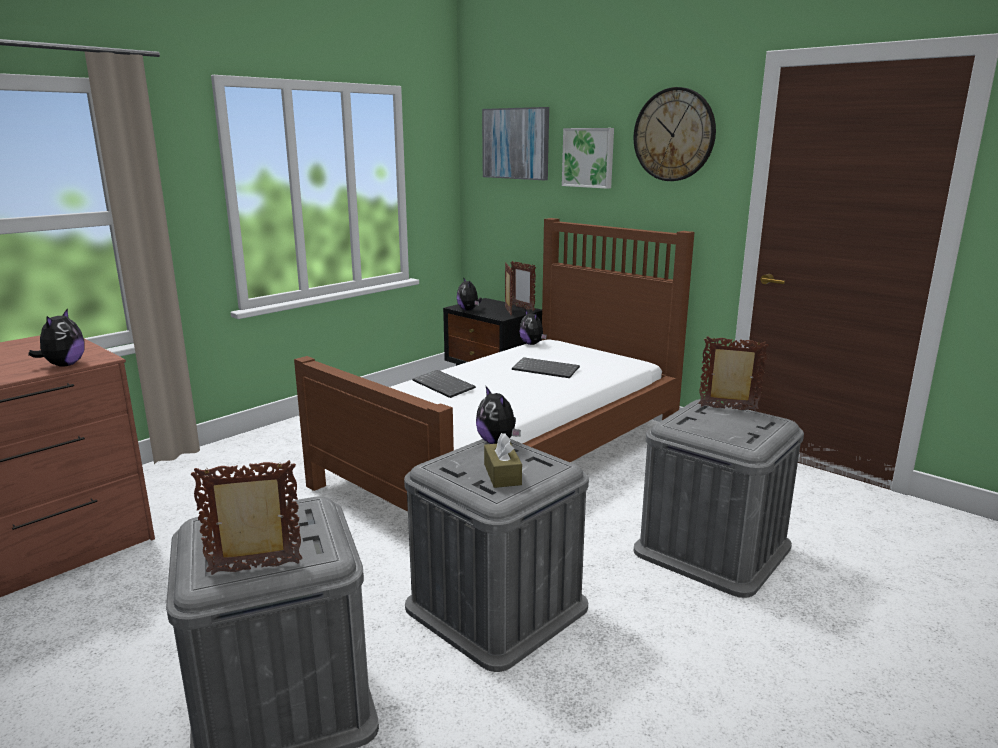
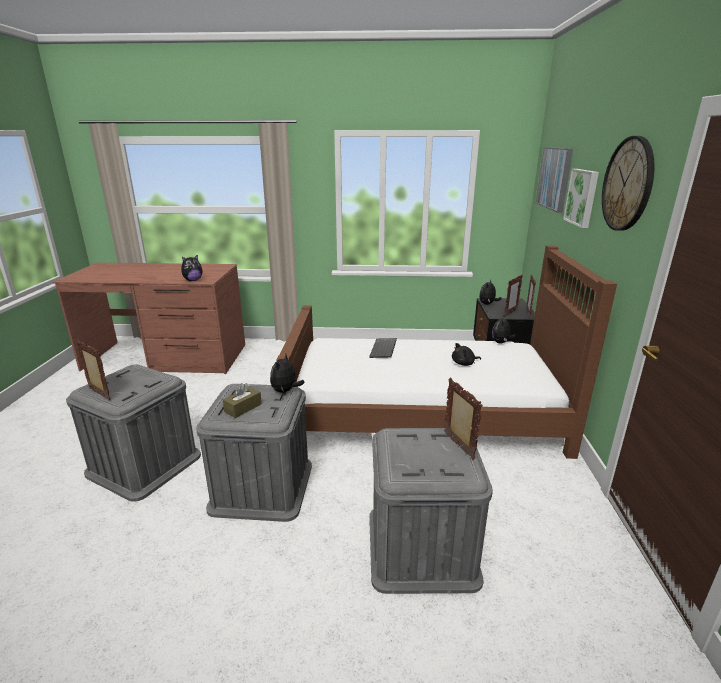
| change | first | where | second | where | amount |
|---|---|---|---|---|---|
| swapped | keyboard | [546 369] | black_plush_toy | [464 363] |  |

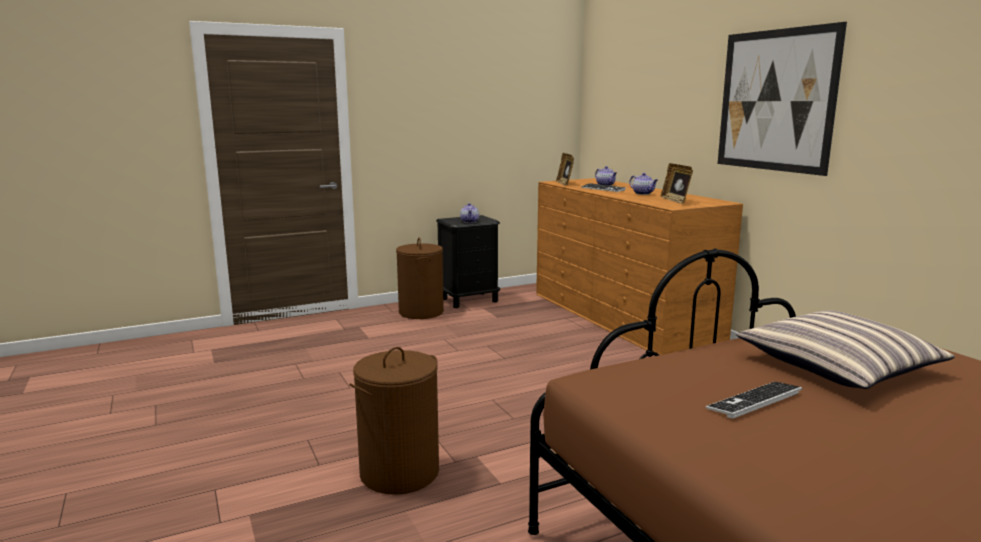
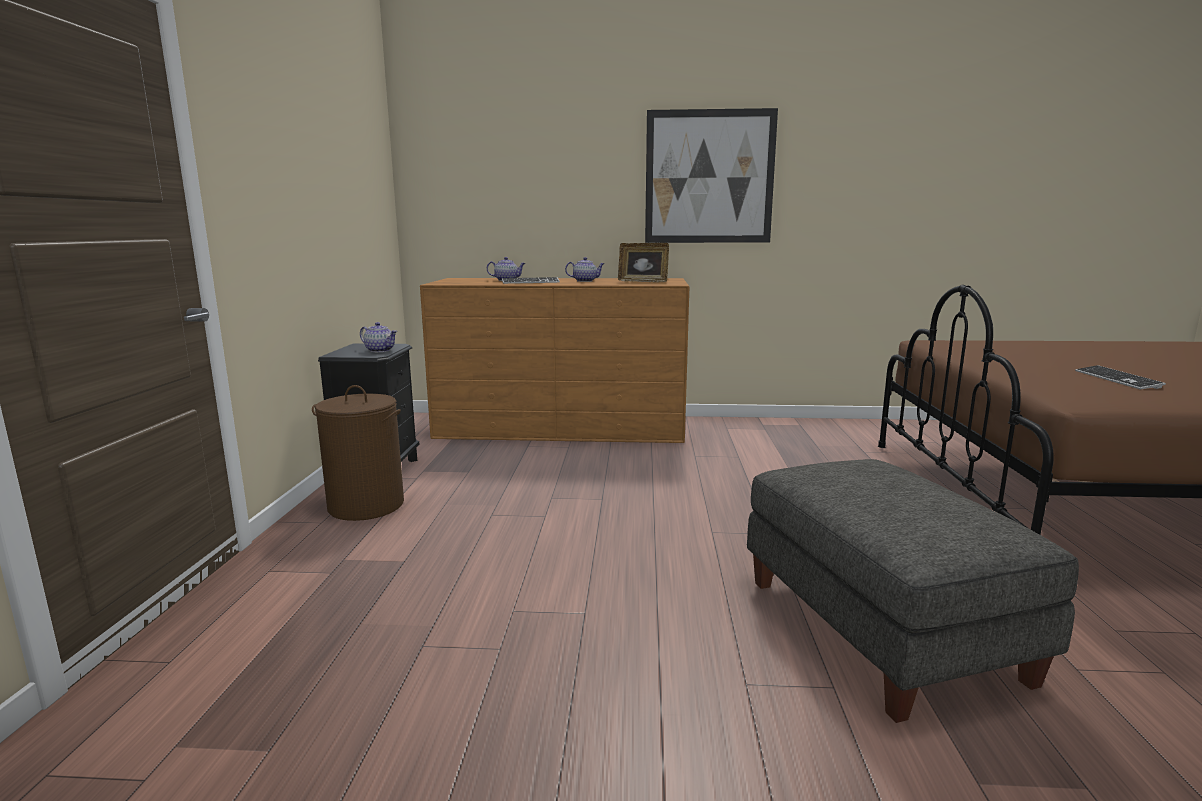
| change | first | where | second | where | amount |
|---|---|---|---|---|---|
| swapped | brown_laundry_basket | [400 472] | grey_ottoman | [877 628] |  |
| gone | picture_frame | [564 184] |  |  |  |
| gone | pillow | [837 366] |  |  |  |

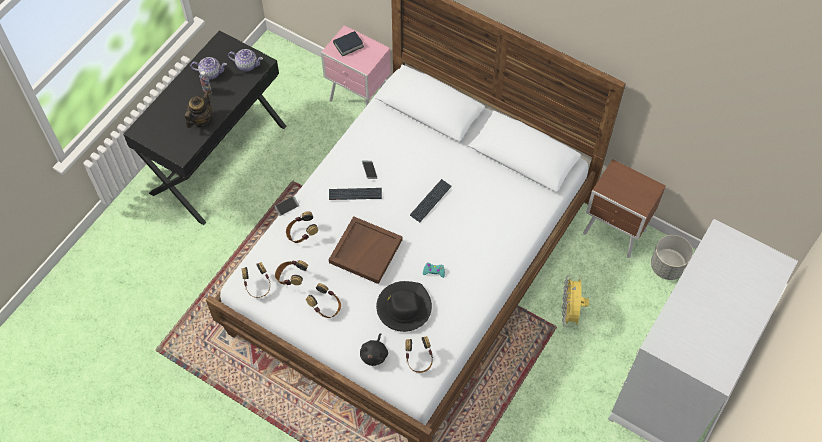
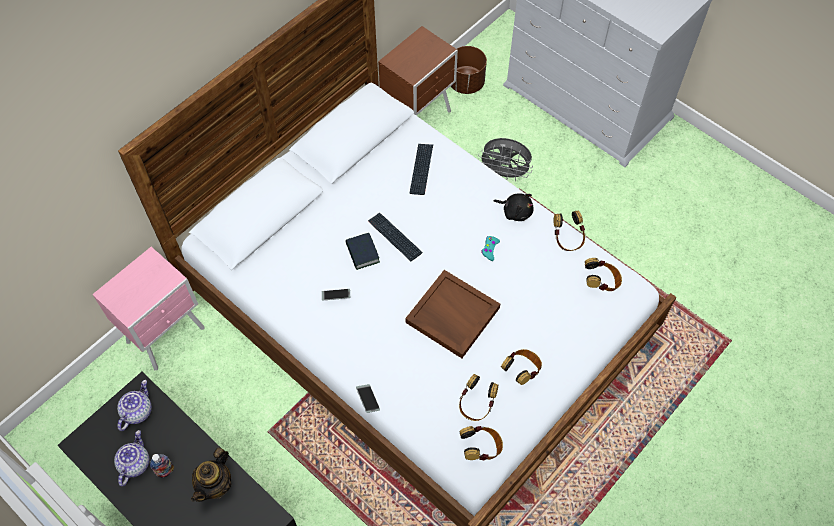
| change | first | where | second | where | amount |
|---|---|---|---|---|---|
| rotated | teapot | [200 120] |  | [216 485] | 105 degrees counterclockwise |
| shifted | book | [348 45] |  | [362 253] |  |
| shifted | keyboard | [355 194] |  | [421 169] |  |
| repainted | grey_planter | [667 267] | brown_planter | [466 83] |  |
| repainted | yellow_fan | [570 312] | grey_fan | [504 174] |  |
| shifted | black_plush_toy | [374 354] |  | [515 211] |  |
| shifted | headphones | [301 234] |  | [568 239] |  |
| gone | black_hat | [404 307] |  |  |  |

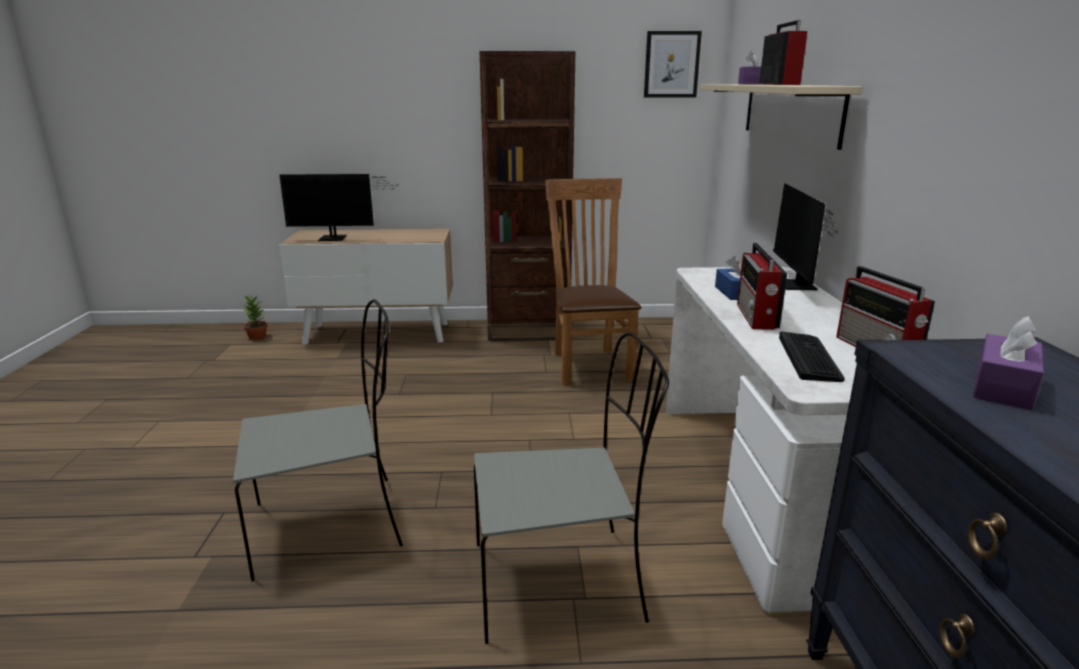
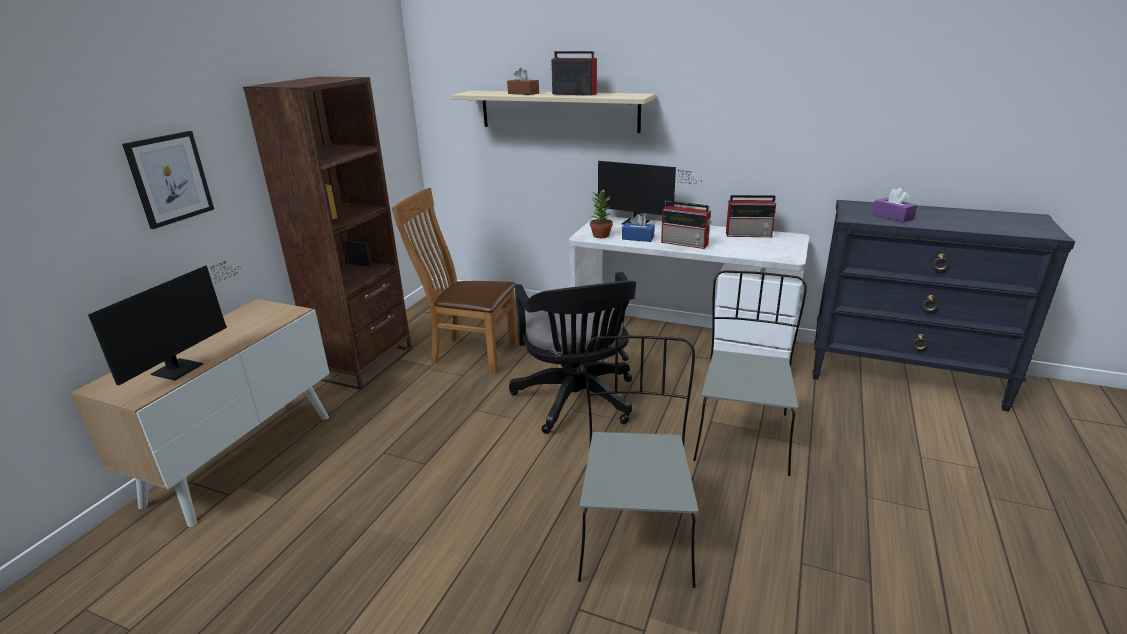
| change | first | where | second | where | amount |
|---|---|---|---|---|---|
| shifted | picture | [671 64] |  | [170 179] |  |
| repainted | purple_tissue_box | [750 84] | brown_tissue_box | [523 93] |  |
| new |  |  | black_office_chair | [577 402] |  |
| shifted | potted_plant | [257 336] |  | [600 235] |  |
| gone | keyboard | [809 357] |  |  |  |

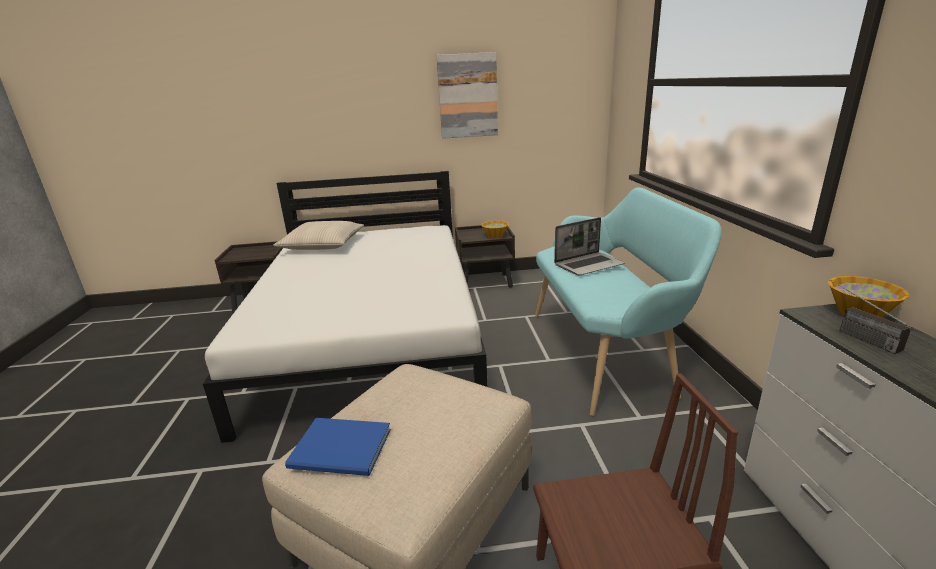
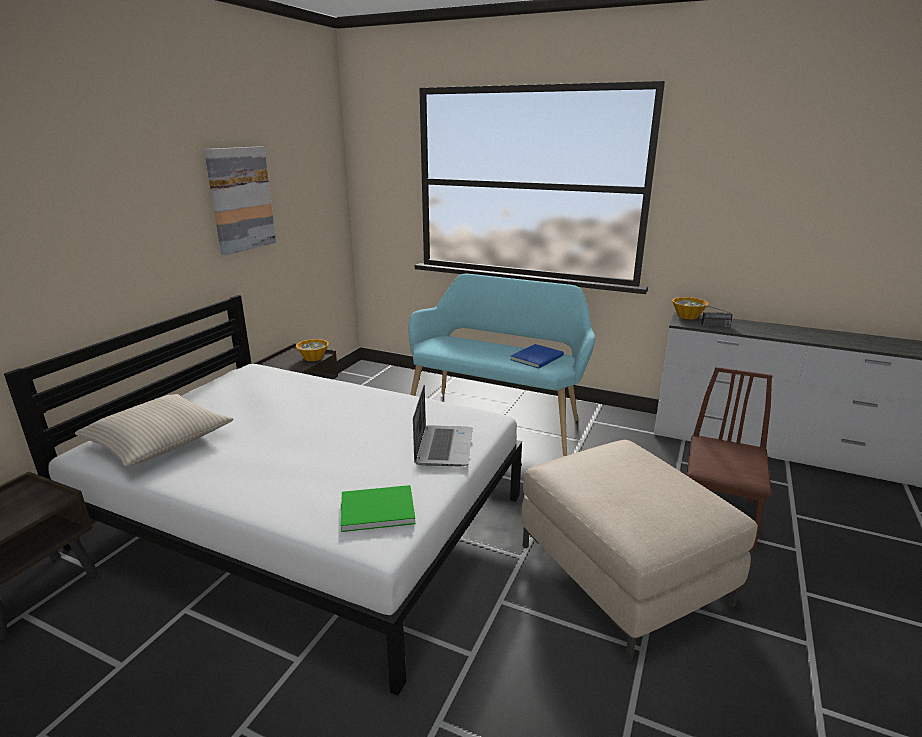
| change | first | where | second | where | amount |
|---|---|---|---|---|---|
| new |  |  | green_book | [375 509] |  |
| shifted | laptop | [589 265] |  | [443 446] |  |
| shifted | blue_book | [342 450] |  | [538 357] |  |

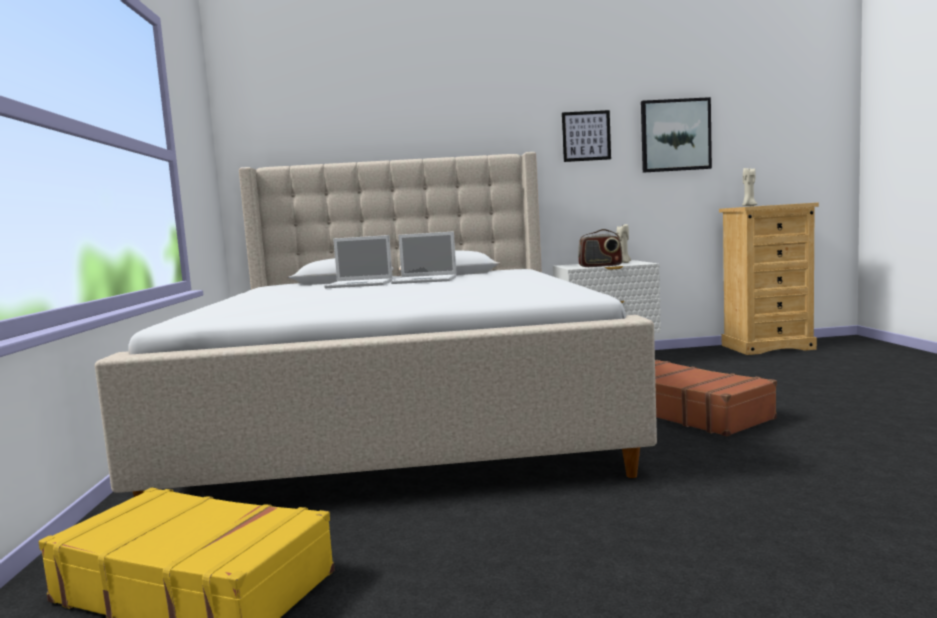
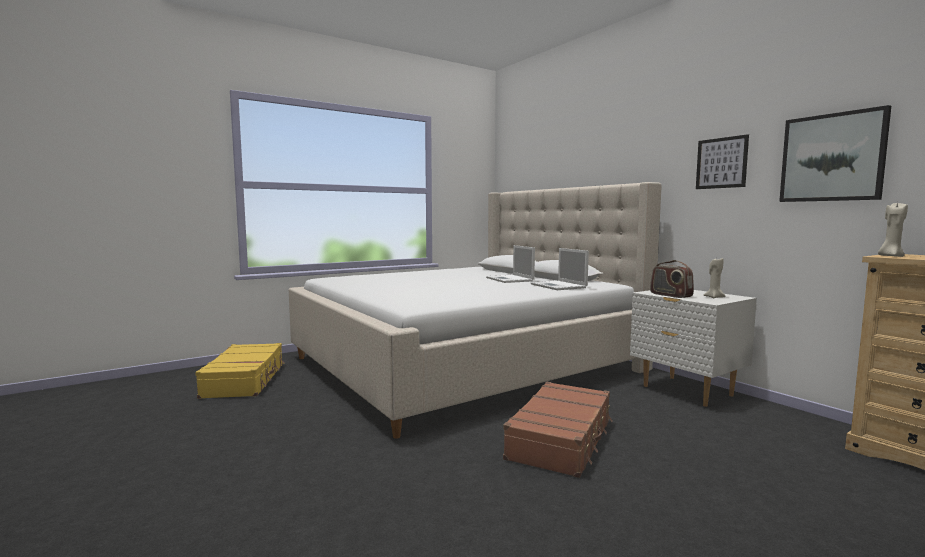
| change | first | where | second | where | amount |
|---|---|---|---|---|---|
| shifted | laptop | [361 284] |  | [559 286] |  |

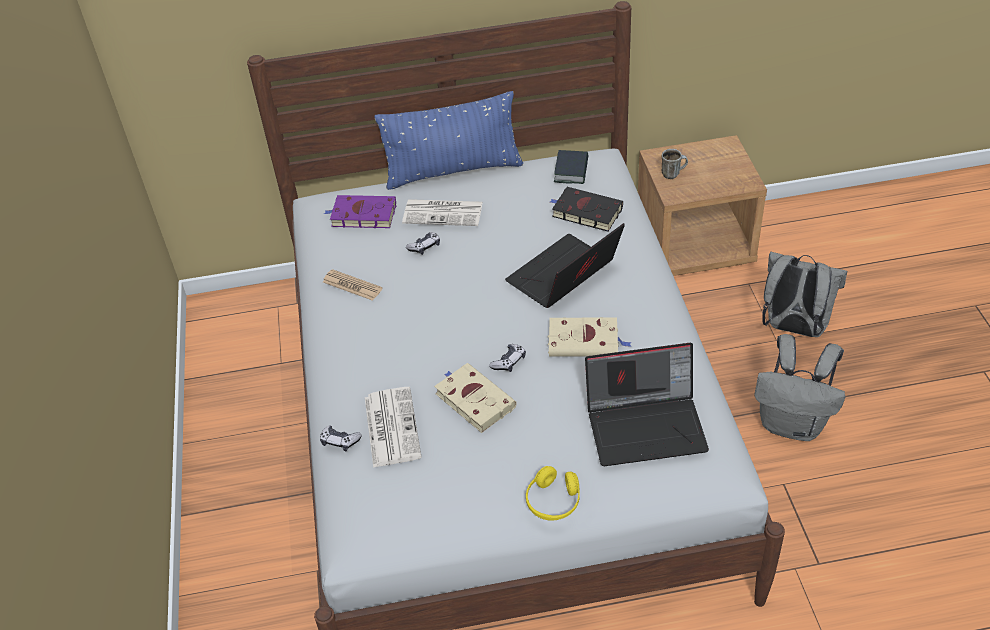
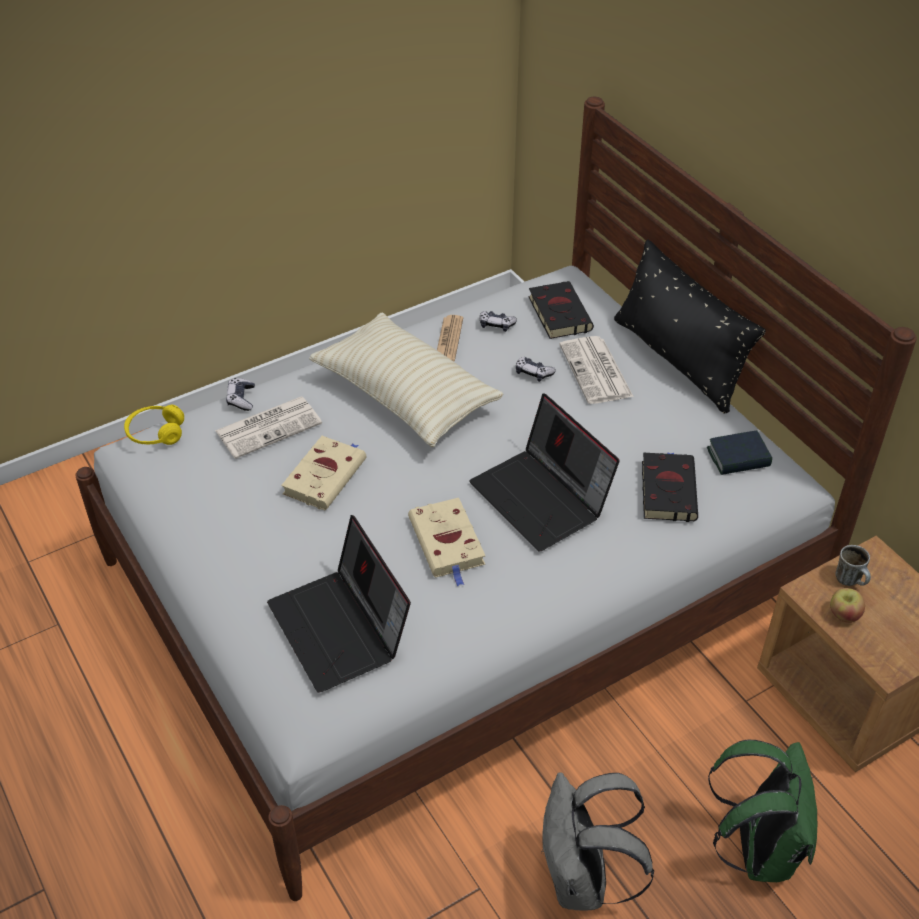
| change | first | where | second | where | amount |
|---|---|---|---|---|---|
| shifted | yellow_headphones | [553 501] |  | [155 433] |  |
| new |  |  | beige_pillow | [405 396] |  |
| rotated | laptop | [564 277] |  | [542 498] | 150 degrees counterclockwise |
| shifted | game_controller | [509 362] |  | [496 325] |  |
| repainted | purple_book | [362 215] | black_book | [558 312] |  |
| repainted | blue_pillow | [453 171] | black_pillow | [678 360] |  |
| repainted | grey_backpack | [793 328] | green_backpack | [758 848] |  |
| new |  |  | apple | [843 615] |  |

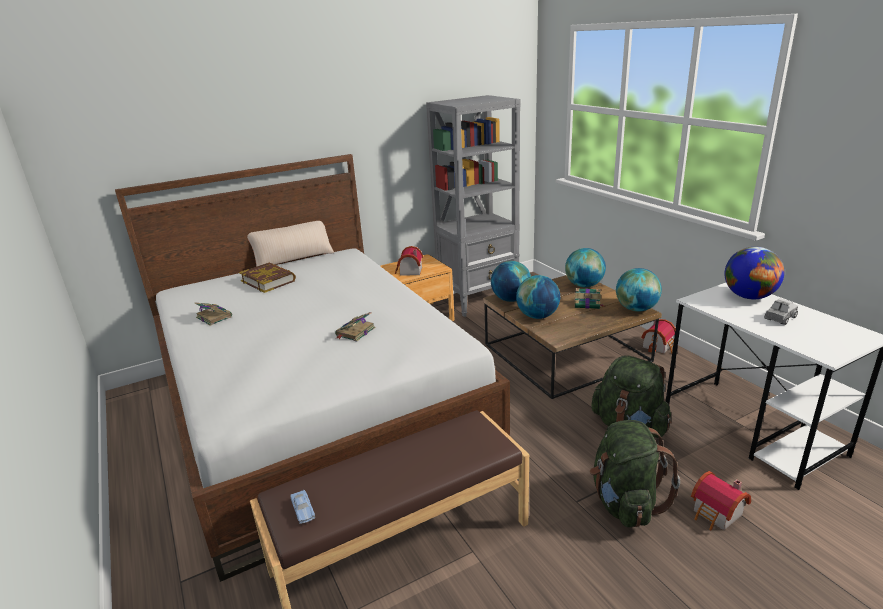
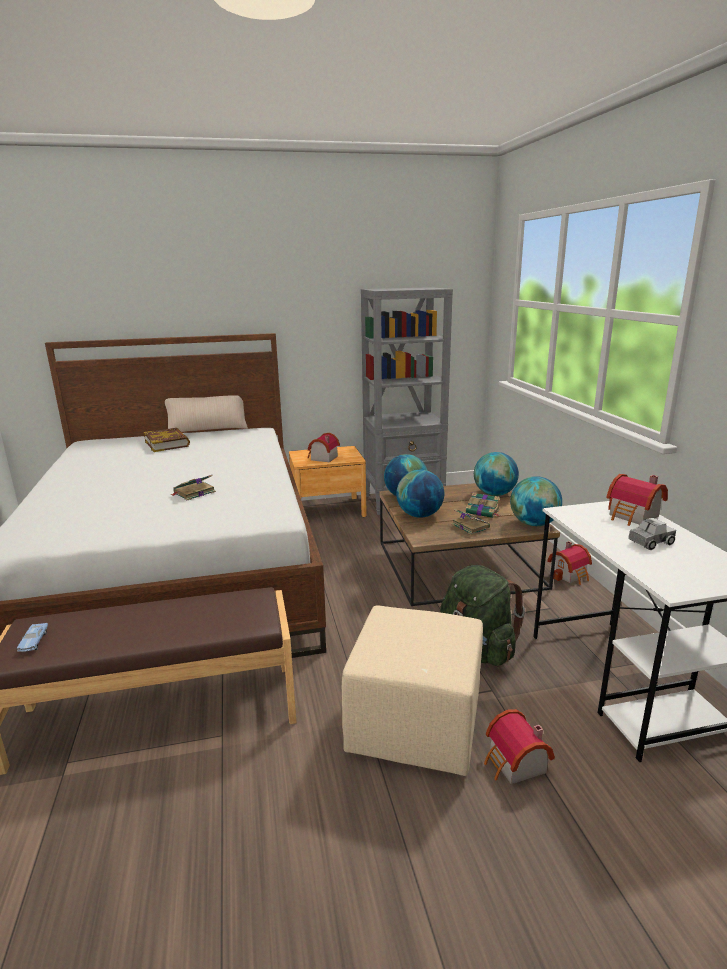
| change | first | where | second | where | amount |
|---|---|---|---|---|---|
| swapped | green_backpack | [625 503] | beige_ottoman | [415 726] |  |
| shifted | book | [213 317] |  | [469 526] |  |
| swapped | globe | [749 297] | toy_house | [633 516] |  |

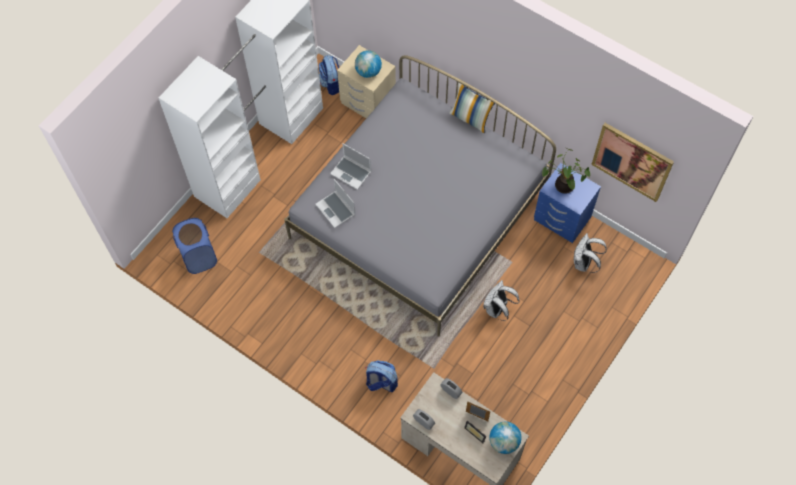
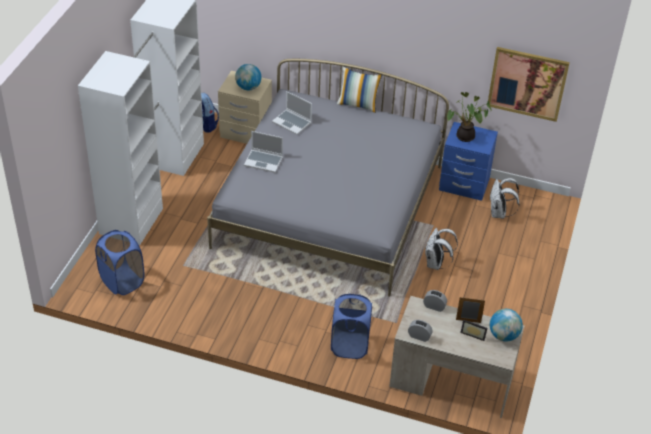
| change | first | where | second | where | amount |
|---|---|---|---|---|---|
| shifted | laptop | [336 210] |  | [292 122] |  |
| swapped | backpack | [381 383] | blue_laundry_basket | [349 345] |  |

